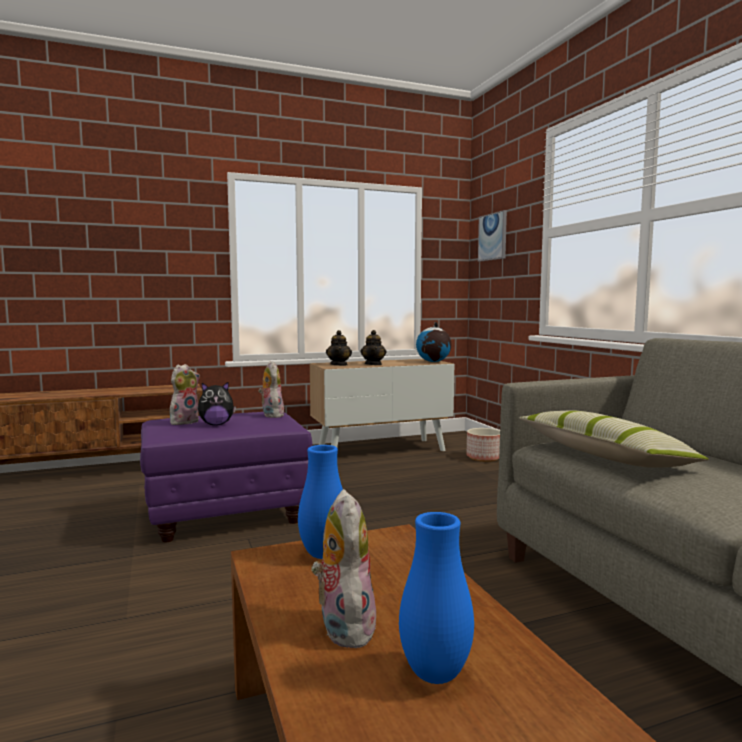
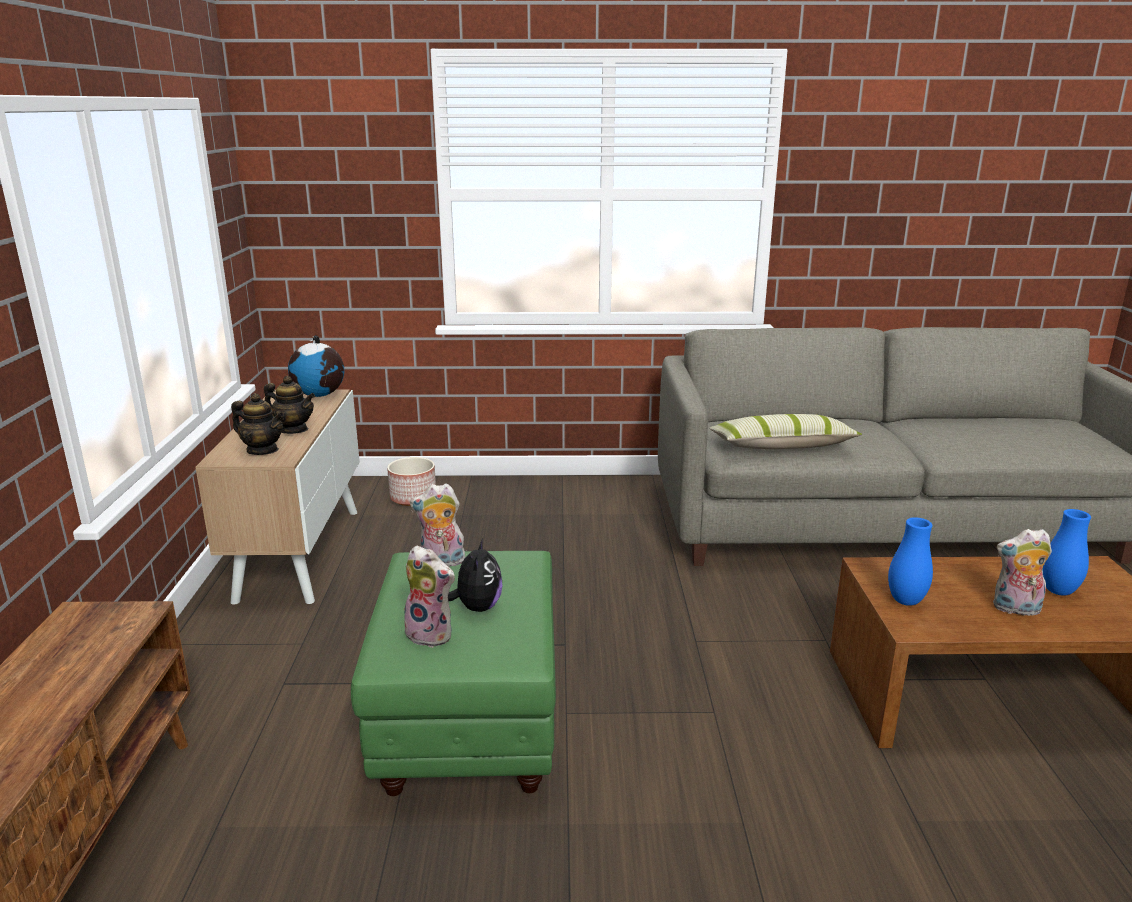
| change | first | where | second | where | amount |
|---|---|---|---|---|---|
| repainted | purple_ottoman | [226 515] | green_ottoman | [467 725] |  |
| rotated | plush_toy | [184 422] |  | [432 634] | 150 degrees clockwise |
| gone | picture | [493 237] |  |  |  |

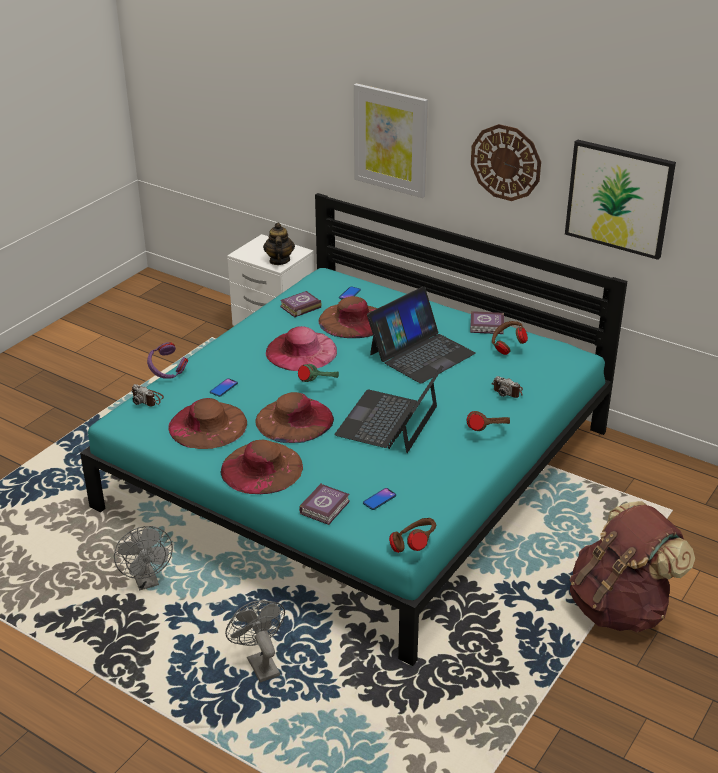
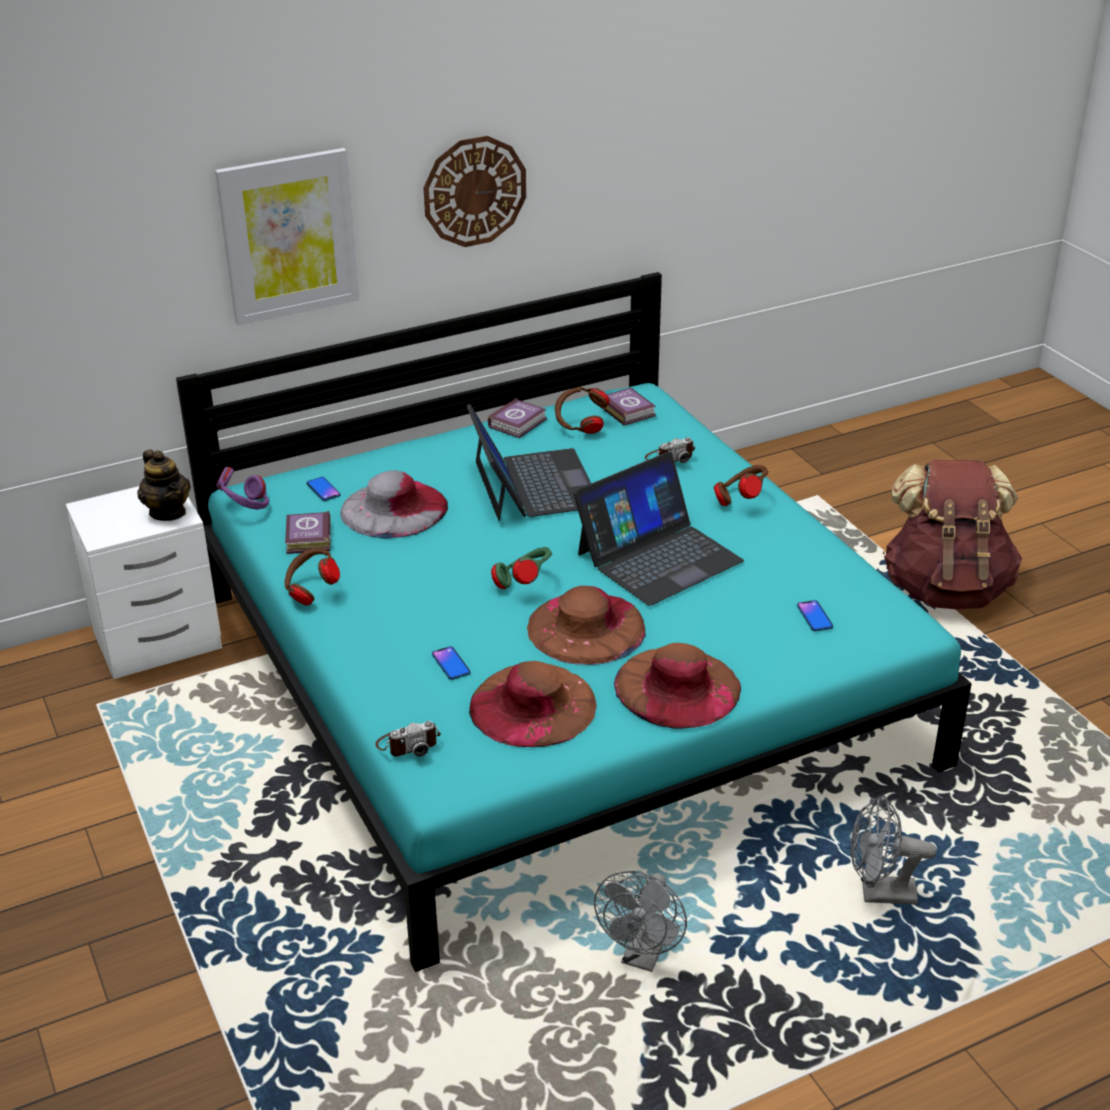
| change | first | where | second | where | amount |
|---|---|---|---|---|---|
| rotated | teapot | [279 260] |  | [168 512] | 150 degrees counterclockwise |
| shifted | purple_headphones | [167 373] |  | [246 508] |  |
| shifted | brown_headphones | [414 546] |  | [311 591] |  |
| repainted | brown_hat | [352 320] | grey_hat | [394 508] |  |
| rotated | laptop | [388 421] |  | [658 557] | 90 degrees counterclockwise |
| rotated | grey_fan | [147 582] |  | [643 957] | 105 degrees clockwise |
| shifted | book | [326 507] |  | [627 410] |  |
| gone | pink_hat | [301 351] |  |  |  |
| gone | picture | [619 198] |  |  |  |

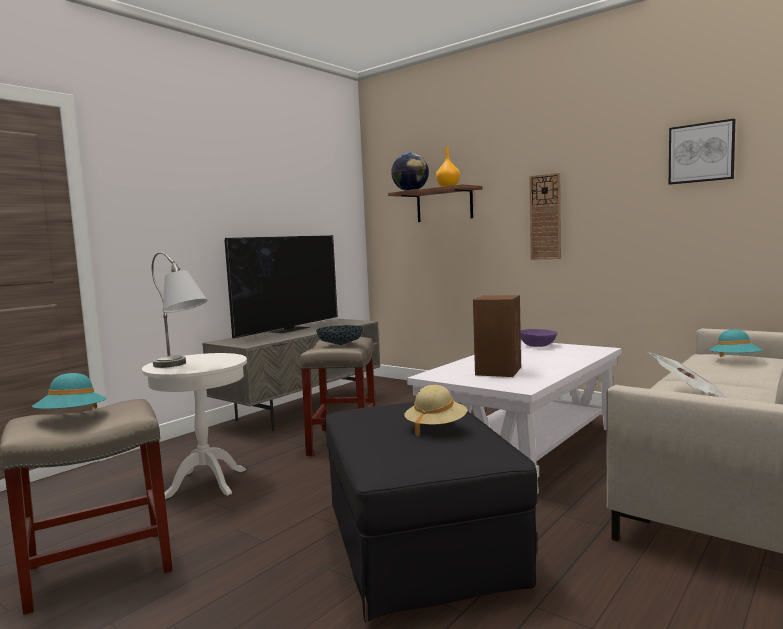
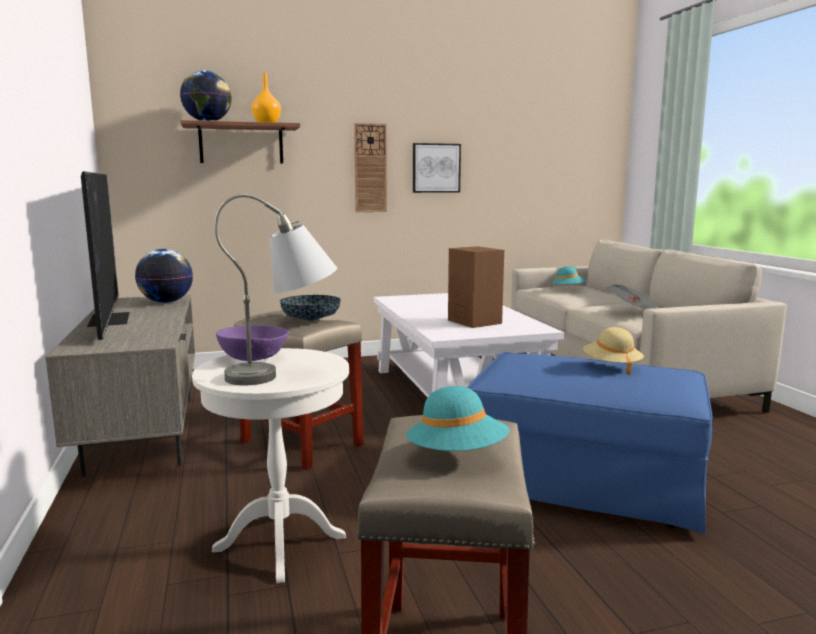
| change | first | where | second | where | amount |
|---|---|---|---|---|---|
| new |  |  | globe | [166 302] |  |
| shifted | purple_bowl | [538 346] |  | [253 357] |  |
| shifted | picture | [701 153] |  | [436 168] |  |
| repainted | black_ottoman | [419 542] | blue_ottoman | [582 480] |  |

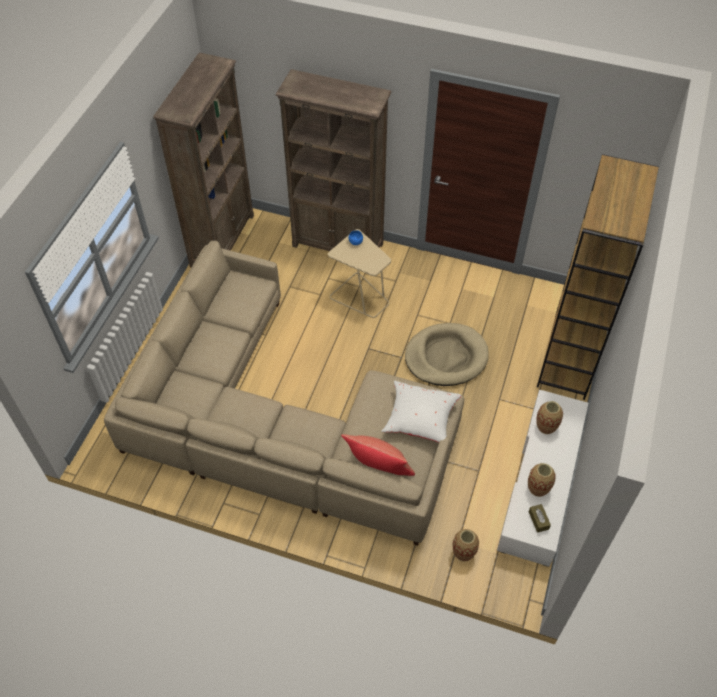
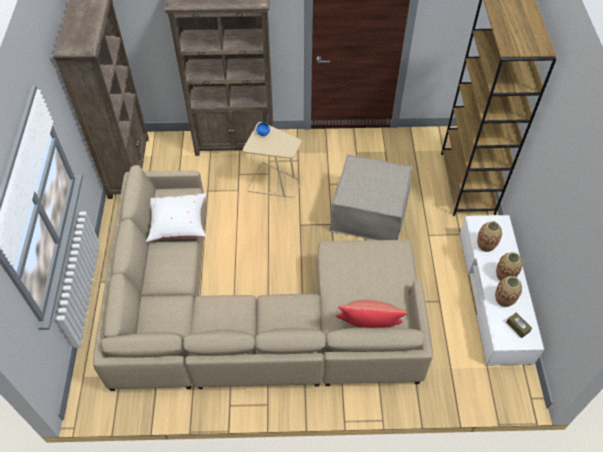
| change | first | where | second | where | amount |
|---|---|---|---|---|---|
| shifted | white_pillow | [420 420] |  | [178 224] |  |
| swapped | beige_dog_bed | [446 357] | beige_ottoman | [369 212] |  |
| shifted | vase | [463 552] |  | [505 276] |  |

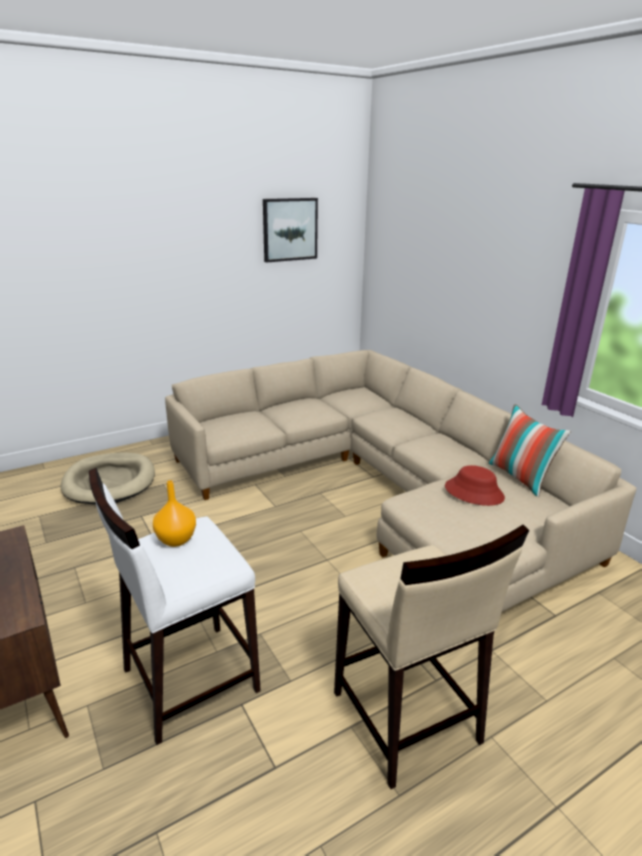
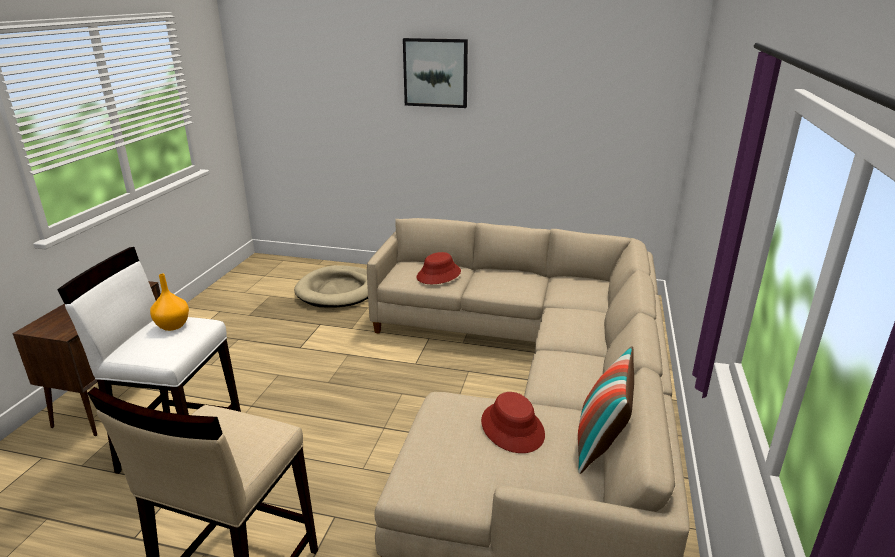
| change | first | where | second | where | amount |
|---|---|---|---|---|---|
| shifted | picture | [290 229] |  | [435 73] |  |
| new |  |  | red_hat | [439 275] |  |

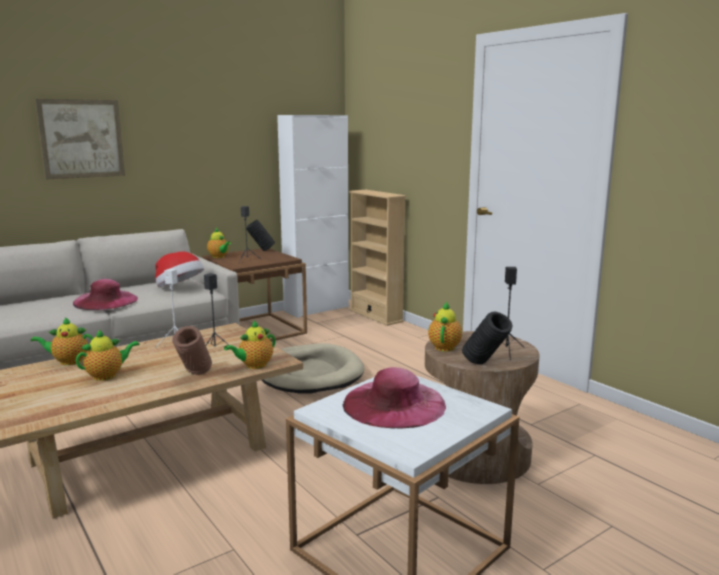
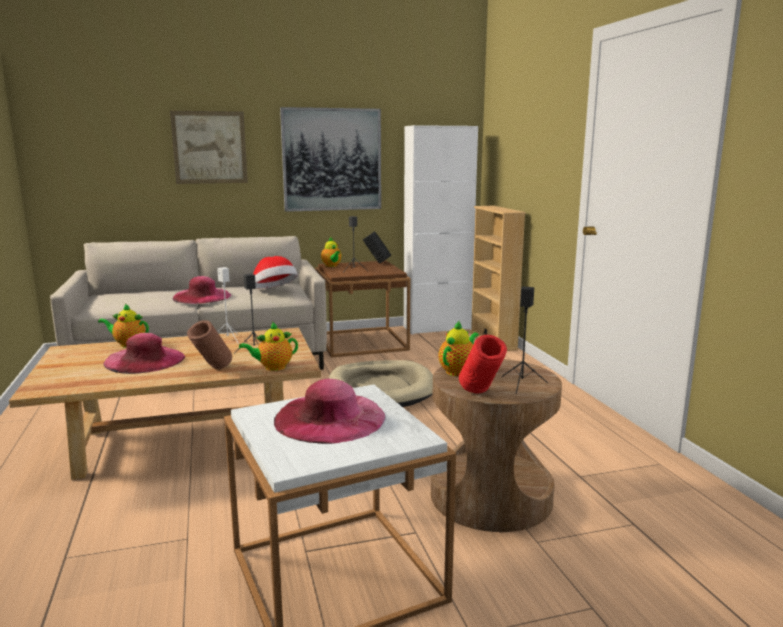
| change | first | where | second | where | amount |
|---|---|---|---|---|---|
| swapped | teapot | [107 375] | pink_hat | [145 360] |  |
| new |  |  | picture | [332 160] |  |
| repainted | black_vase | [485 365] | red_vase | [480 395] |  |

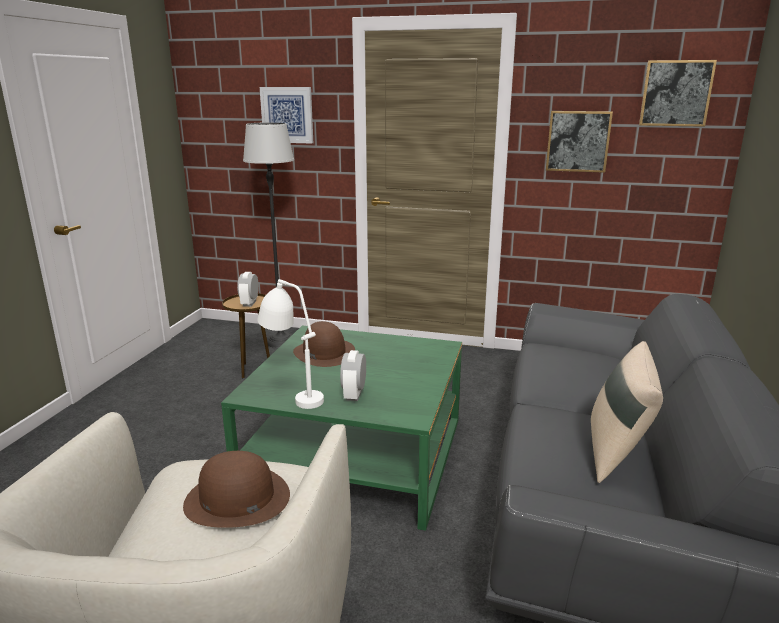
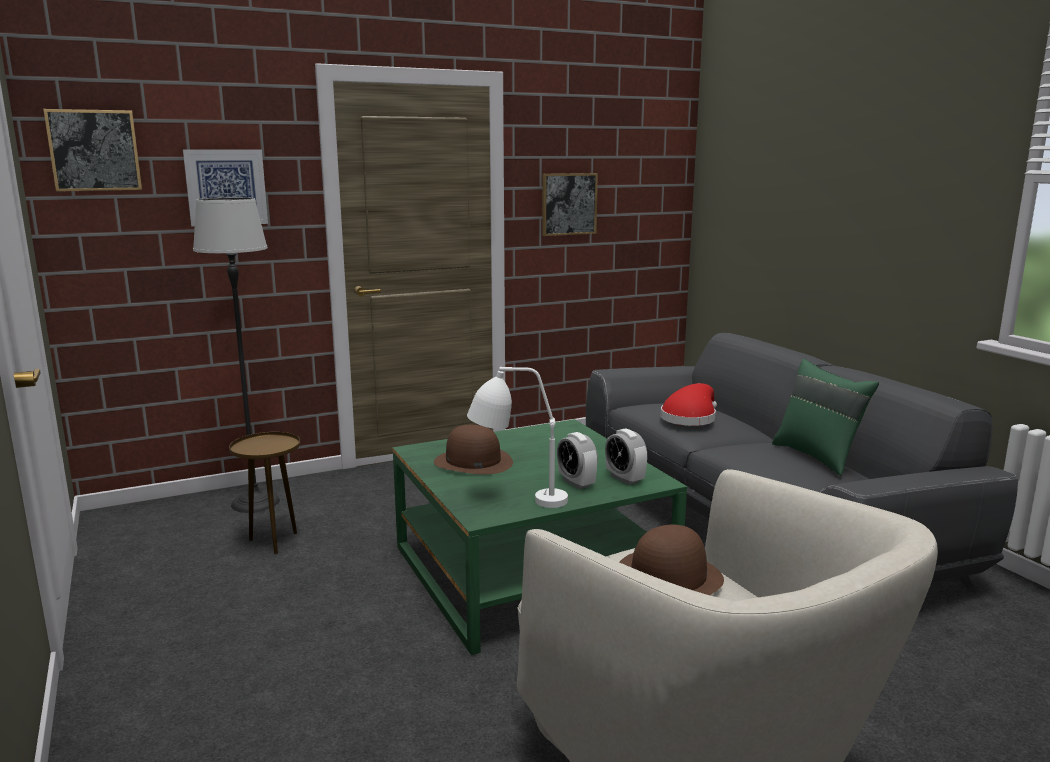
| change | first | where | second | where | amount |
|---|---|---|---|---|---|
| shifted | picture | [676 93] |  | [94 150] |  |
| shifted | alarm_clock | [249 303] |  | [625 479] |  |
| new |  |  | red_hat | [690 418] |  |
| repainted | beige_pillow | [617 454] | green_pillow | [818 456] |  |

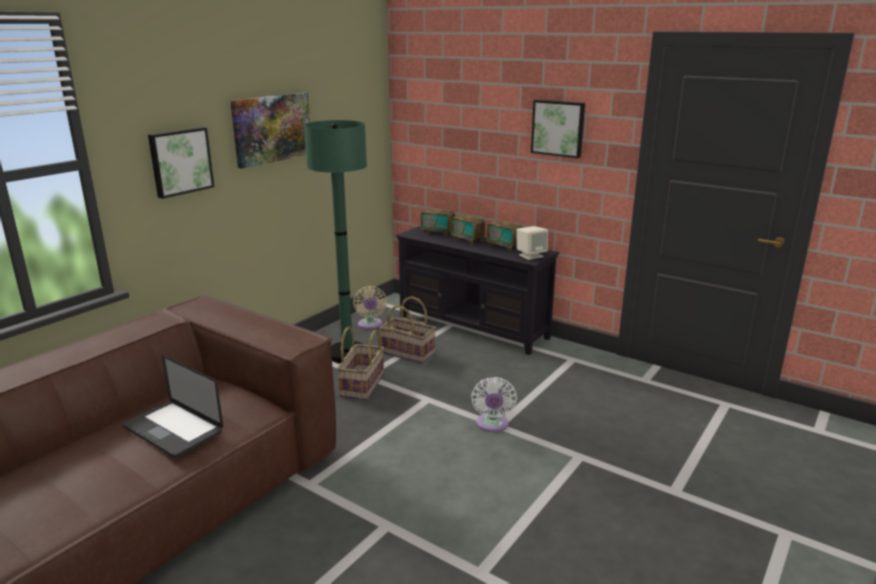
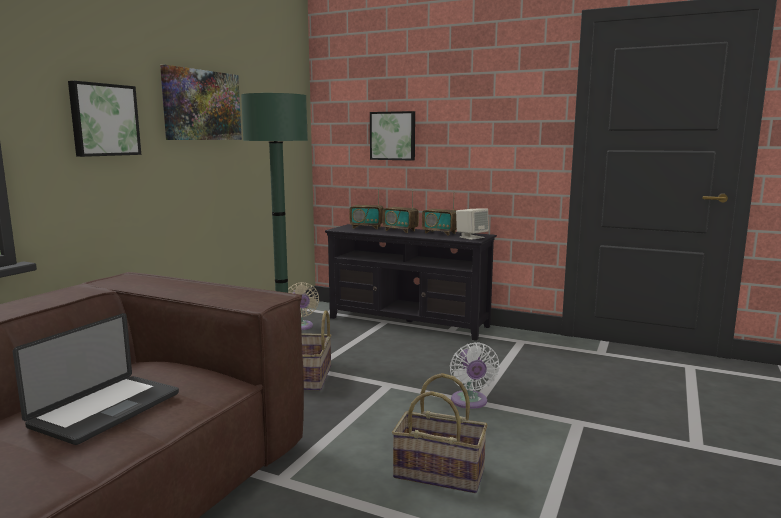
| change | first | where | second | where | amount |
|---|---|---|---|---|---|
| rotated | laptop | [173 430] |  | [106 410] | 90 degrees counterclockwise |
| shifted | picture | [558 128] |  | [393 136] |  |
| shifted | basket | [409 353] |  | [440 473] |  |

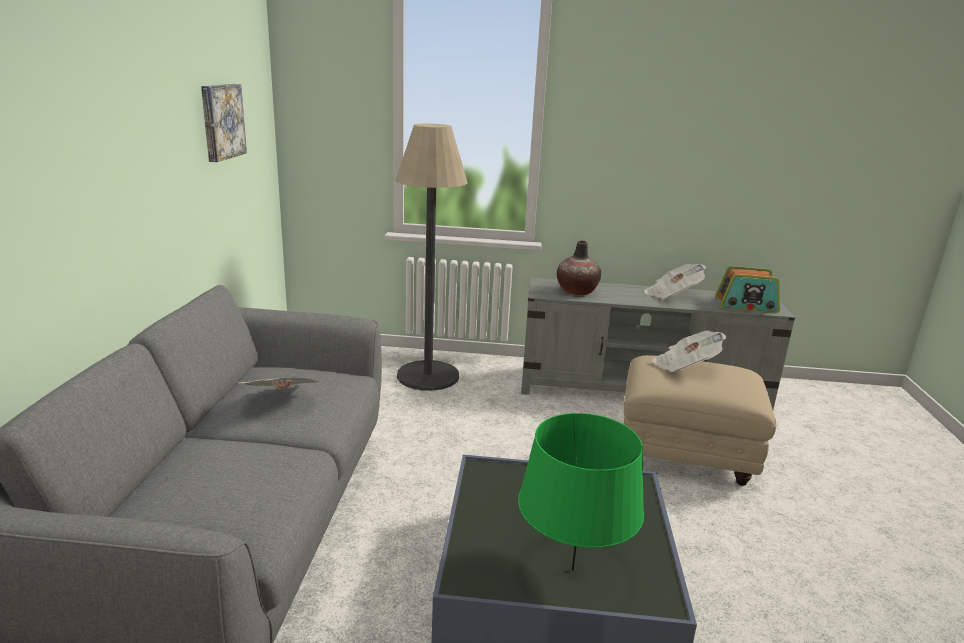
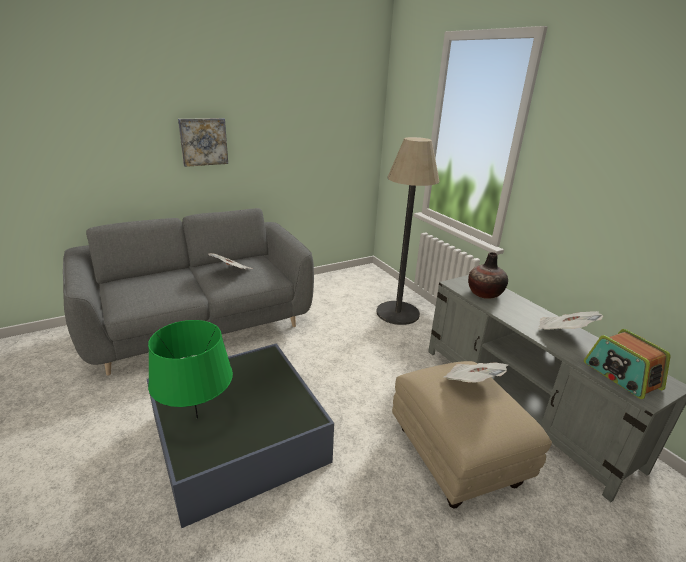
| change | first | where | second | where | amount |
|---|---|---|---|---|---|
| shifted | picture | [221 121] |  | [203 141] |  |

